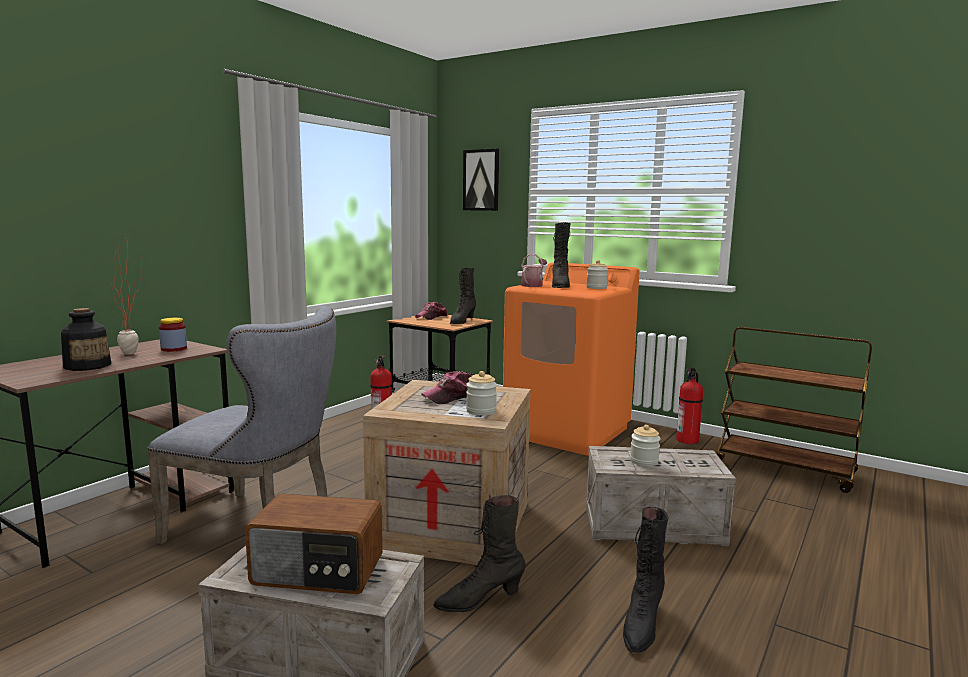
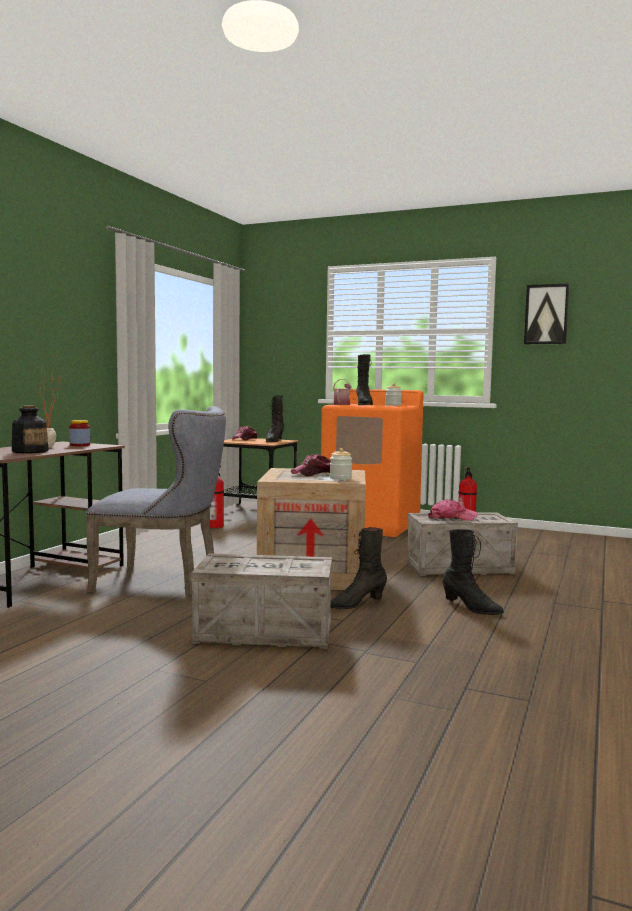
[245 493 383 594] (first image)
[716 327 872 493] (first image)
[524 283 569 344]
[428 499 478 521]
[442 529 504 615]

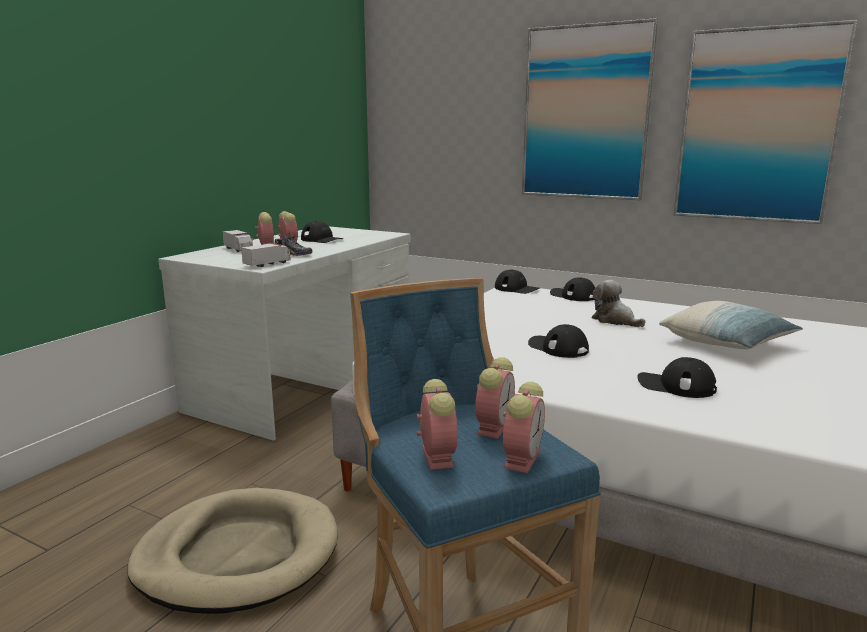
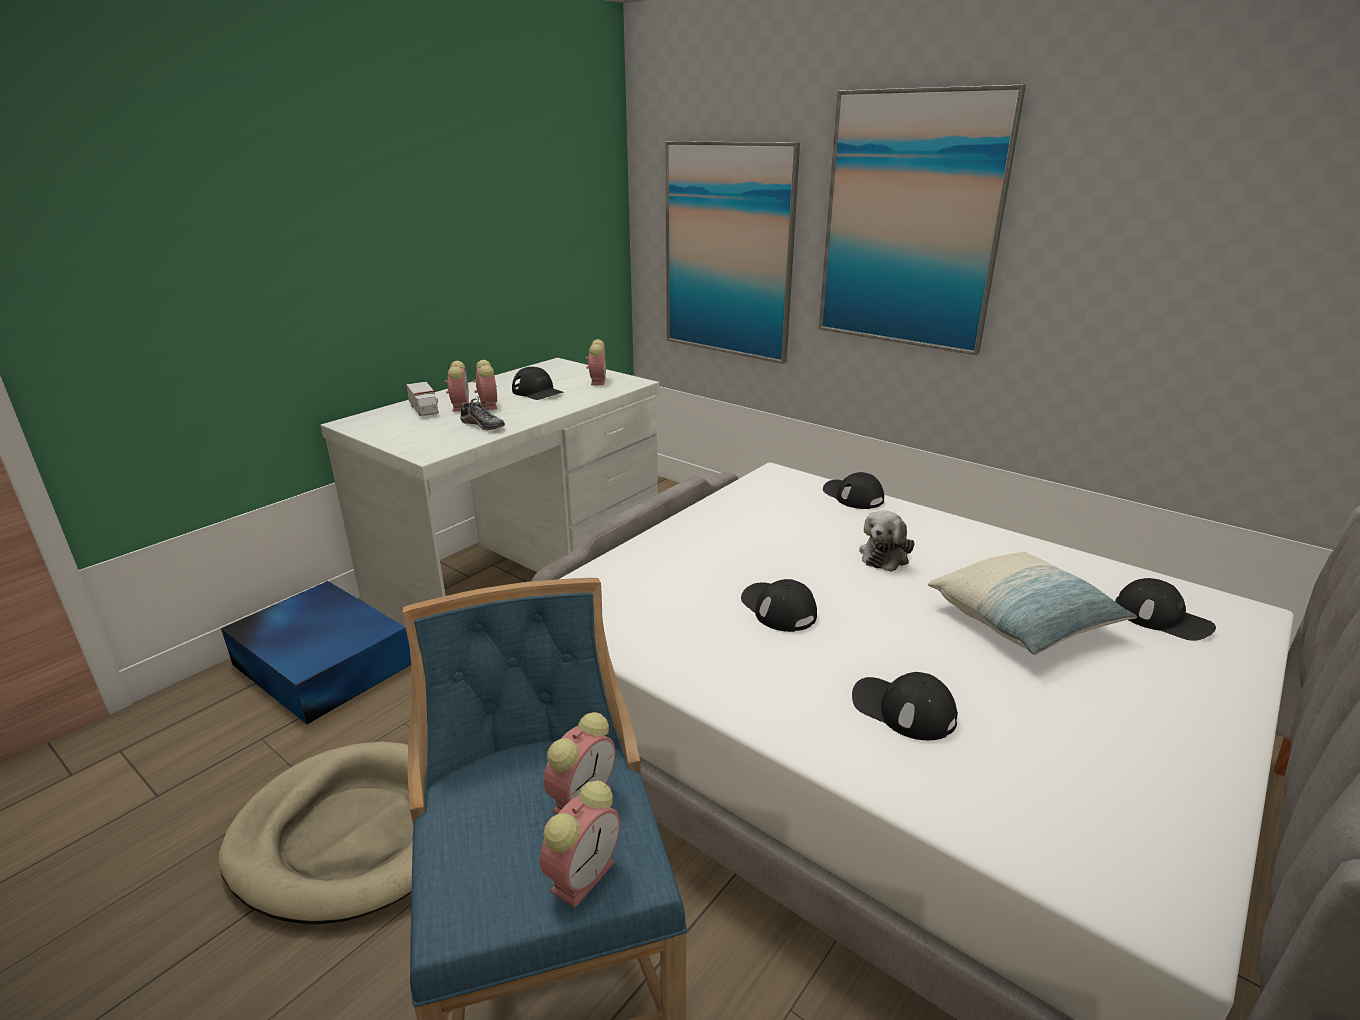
[241 243 291 267] (first image)
[221 581 411 724]
[586 339 606 385]
[1115 578 1216 641]
[665 141 800 364]
[859 511 914 572]

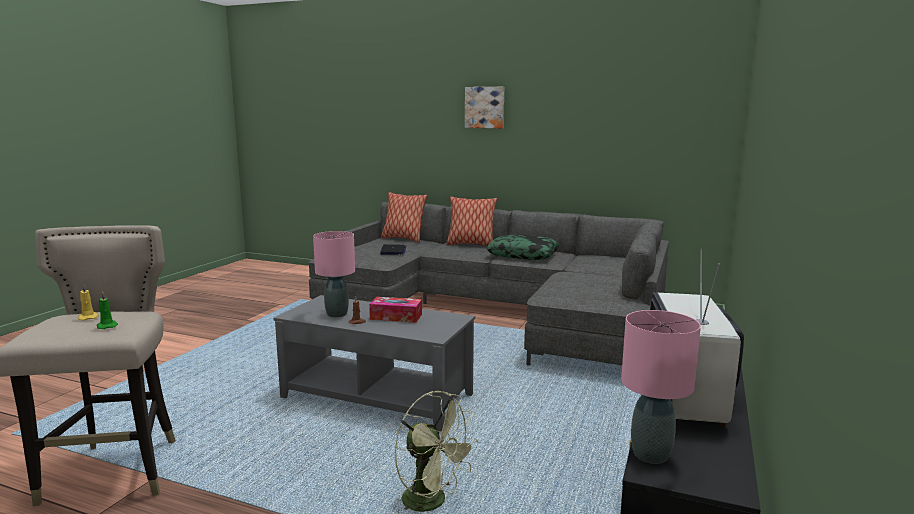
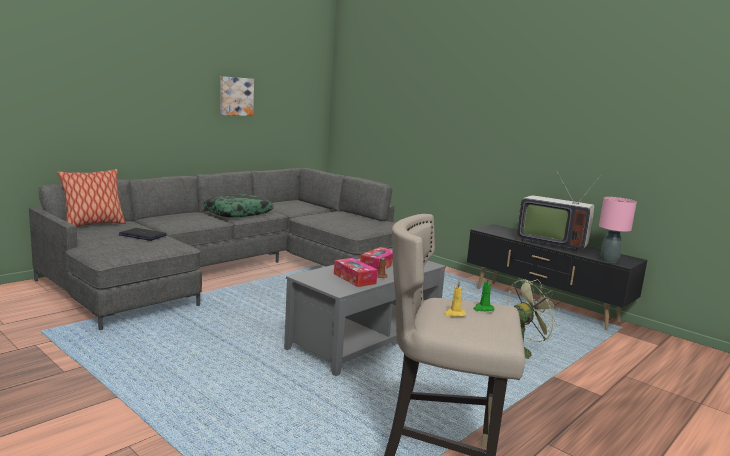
[446 197 497 246] (first image)
[220 76 254 116]
[334 258 378 287]

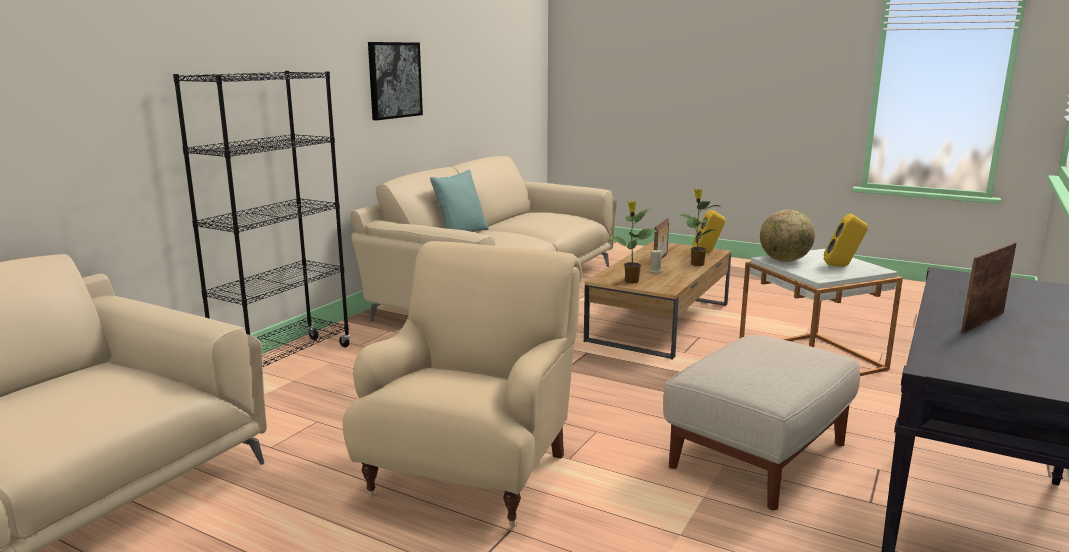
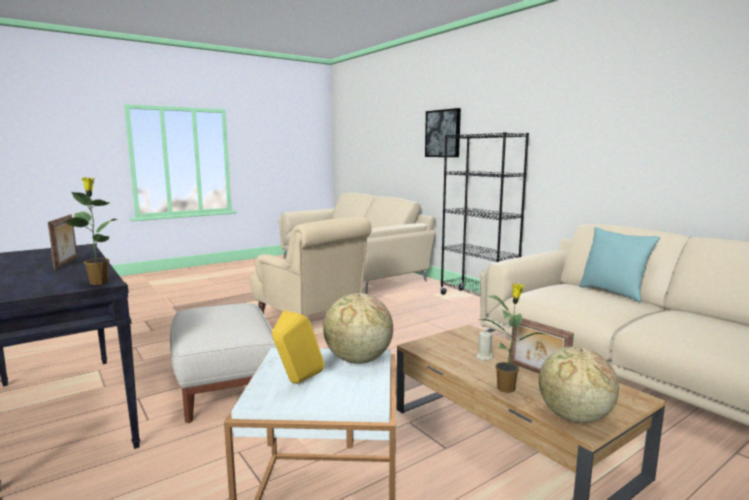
[425 108 461 157]
[62 177 118 285]
[539 347 619 423]

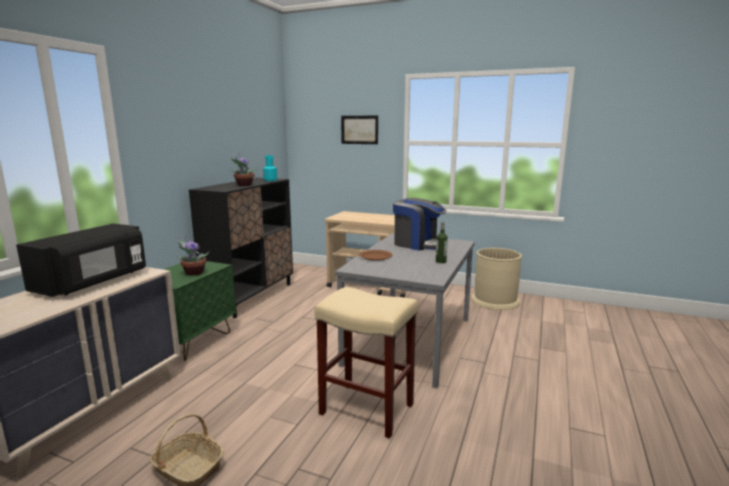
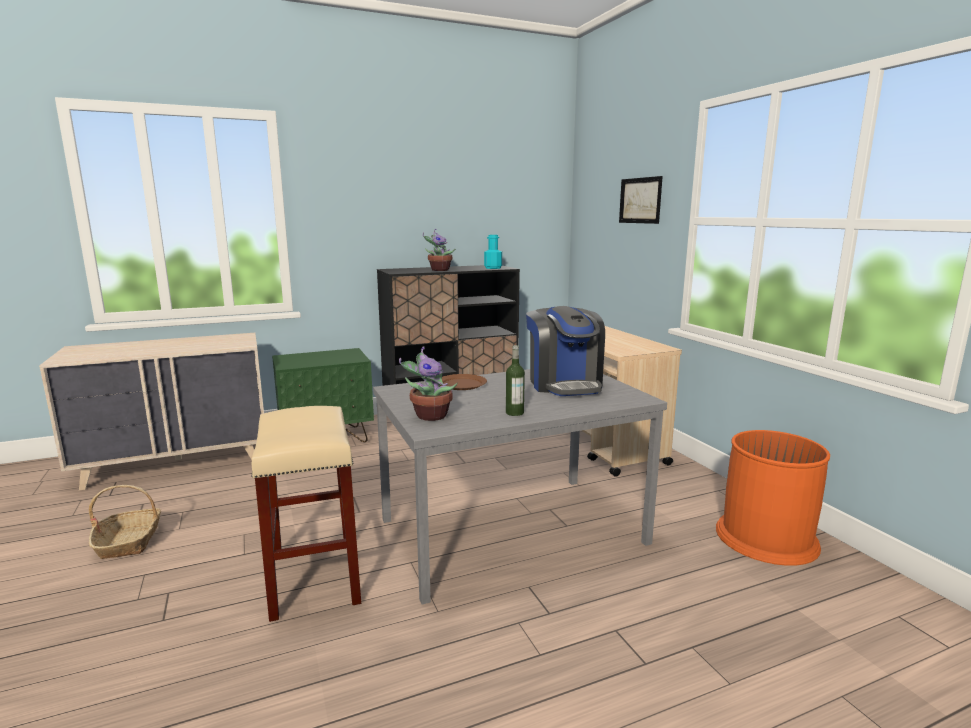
[16 223 146 297] (first image)
[399 346 458 421]
[716 430 830 566]

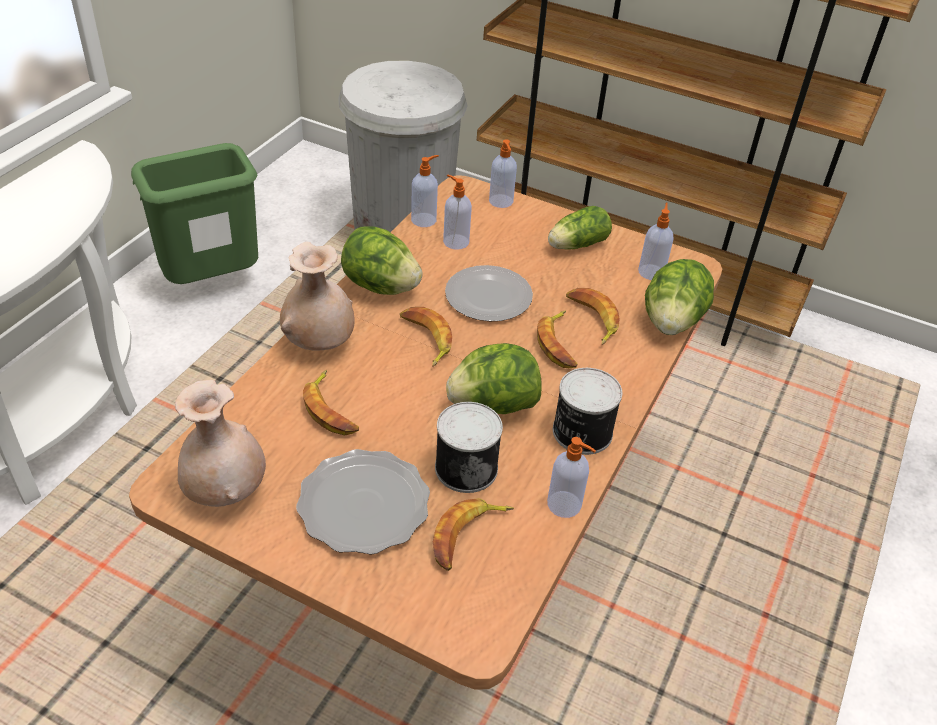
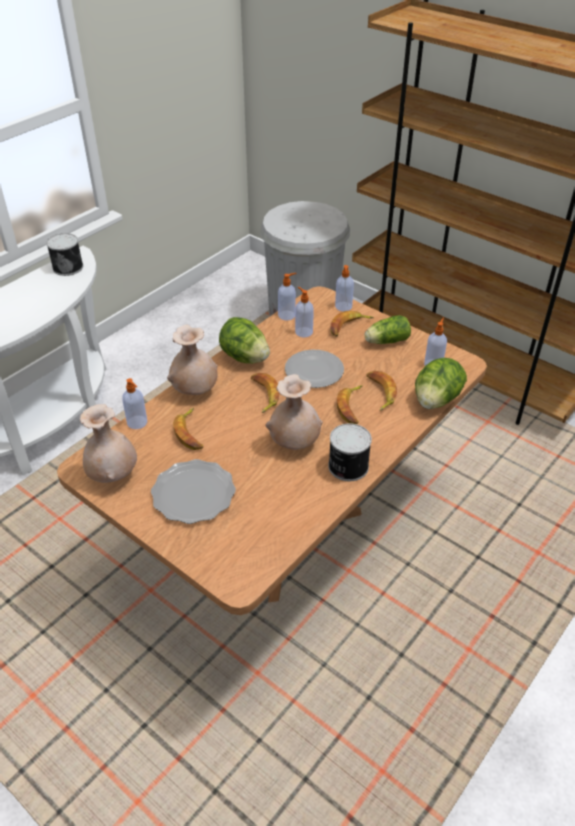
[131 143 258 284] (first image)
[331 311 374 337]
[46 233 83 276]
[122 378 147 429]
[265 374 323 450]

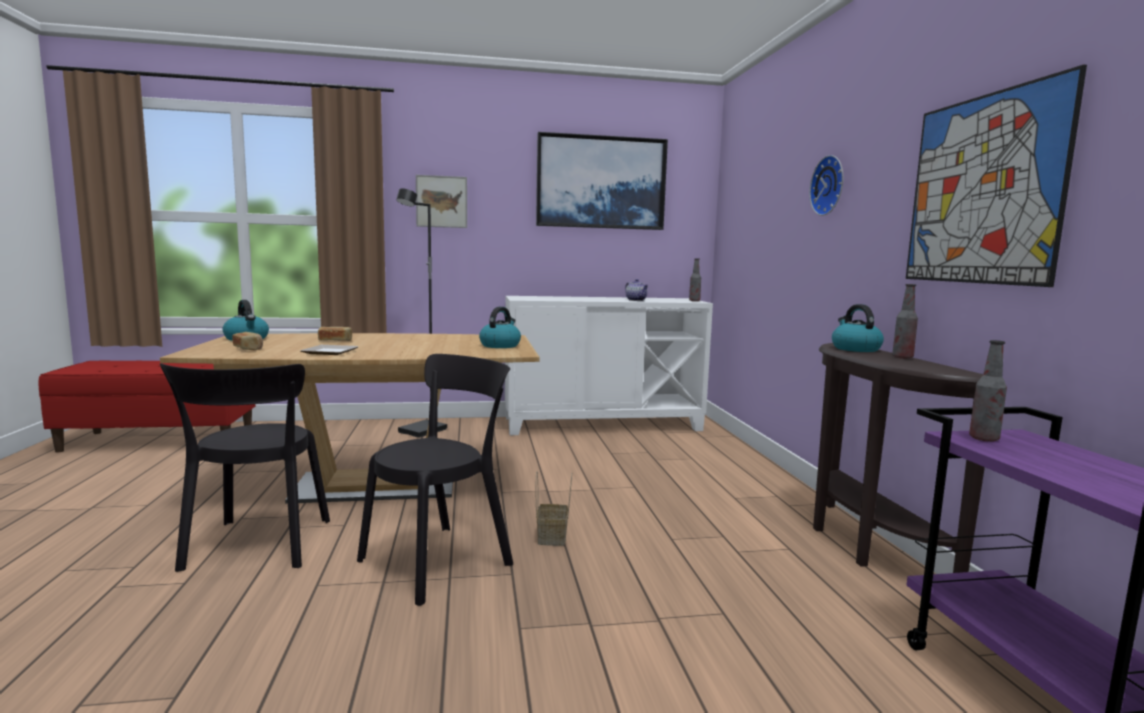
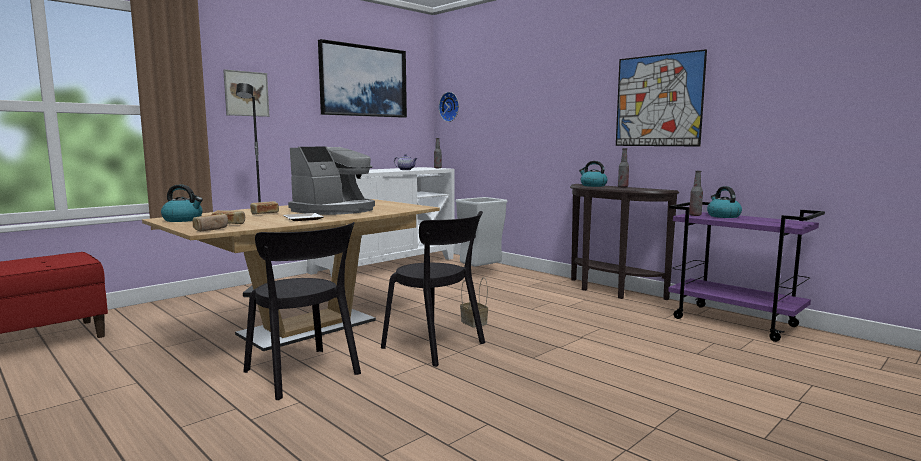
[193 214 228 231]
[288 147 375 215]
[455 197 508 267]
[707 186 742 218]
[439 92 459 122]
[381 211 485 367]

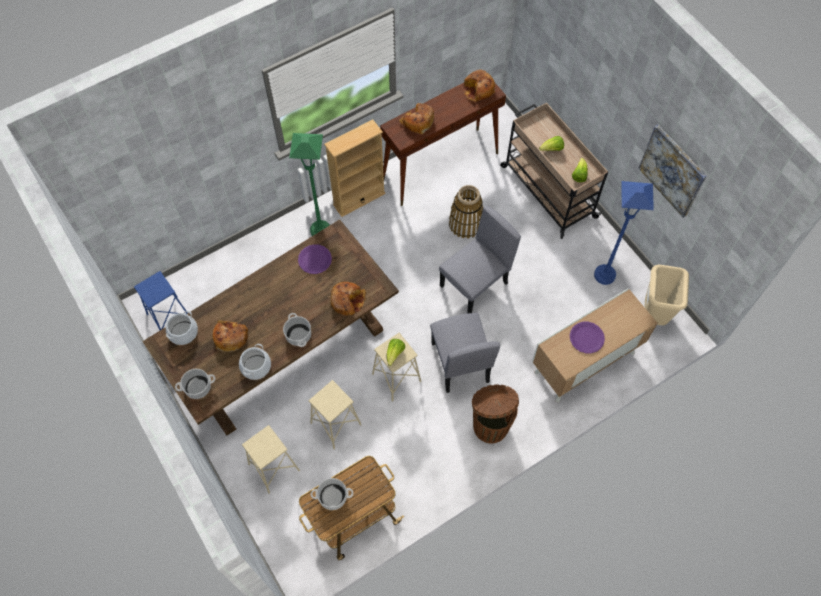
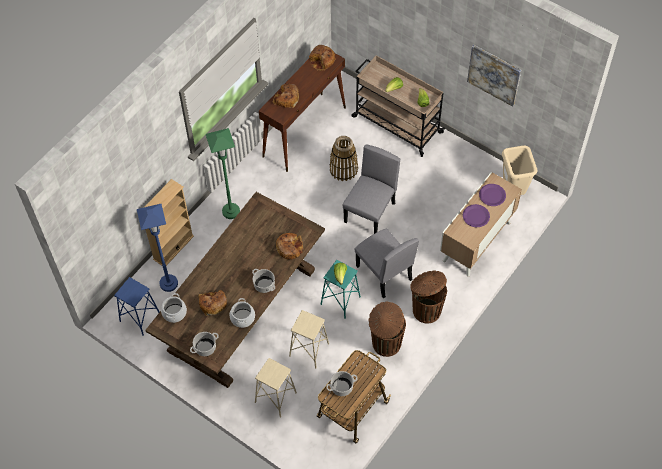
[369 302 406 357]
[479 184 506 206]
[144 179 194 266]
[137 204 178 292]
[321 260 361 319]

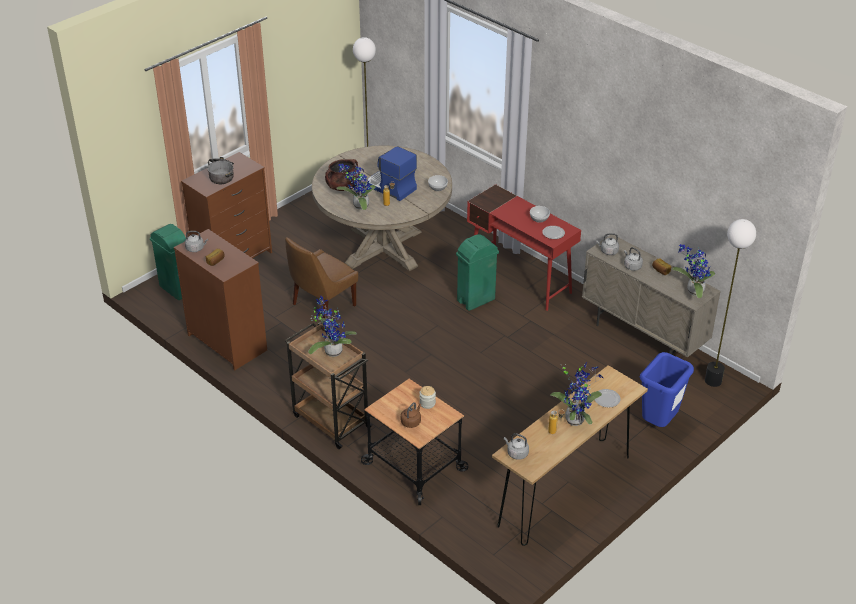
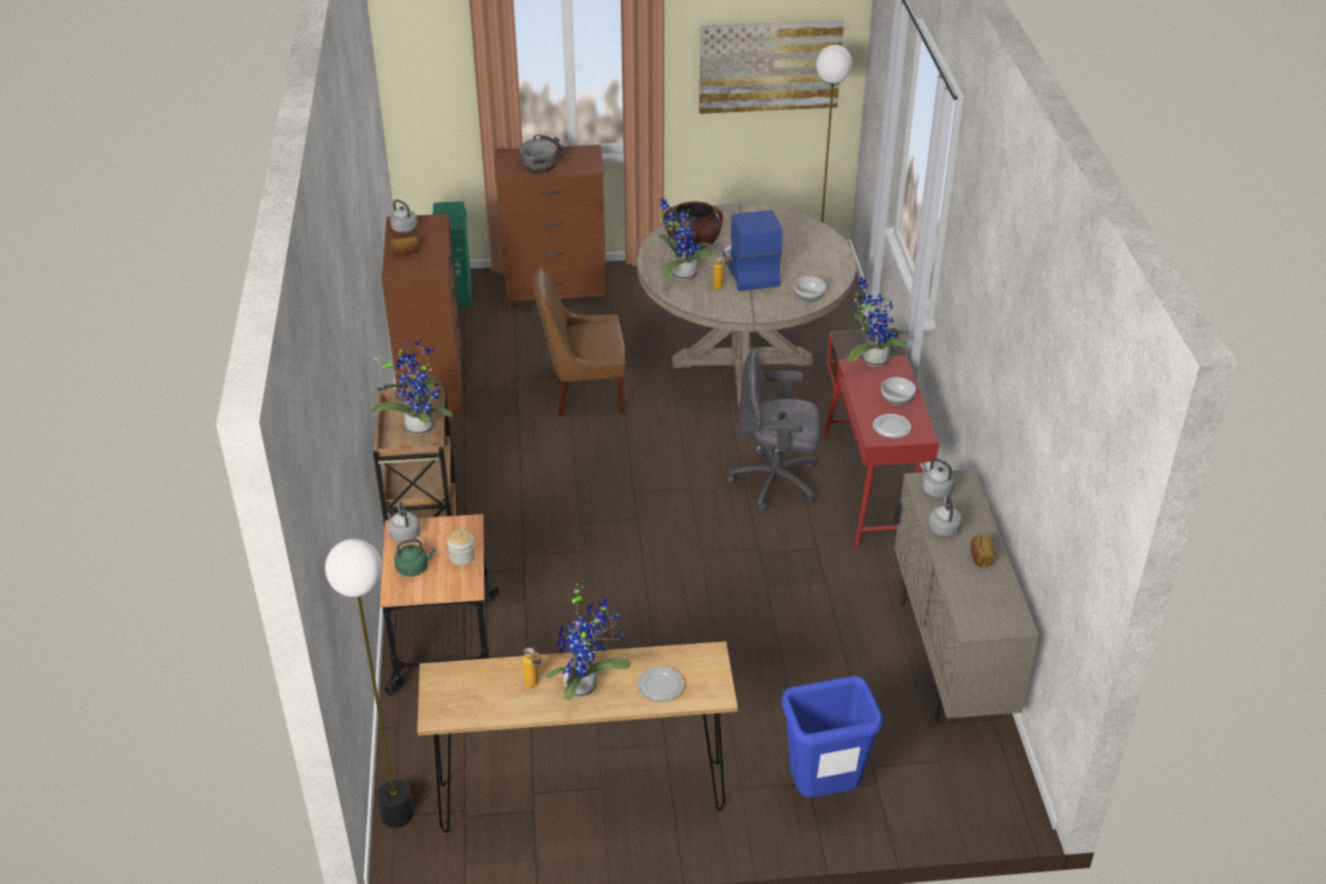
[699 20 844 114]
[388 502 420 542]
[847 277 909 367]
[325 539 414 828]
[728 350 820 513]
[394 539 436 576]

